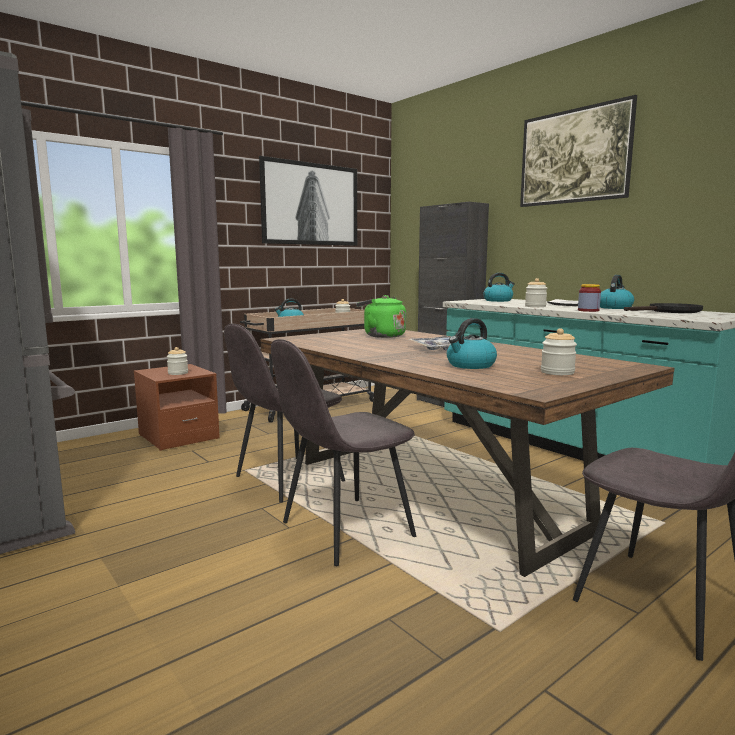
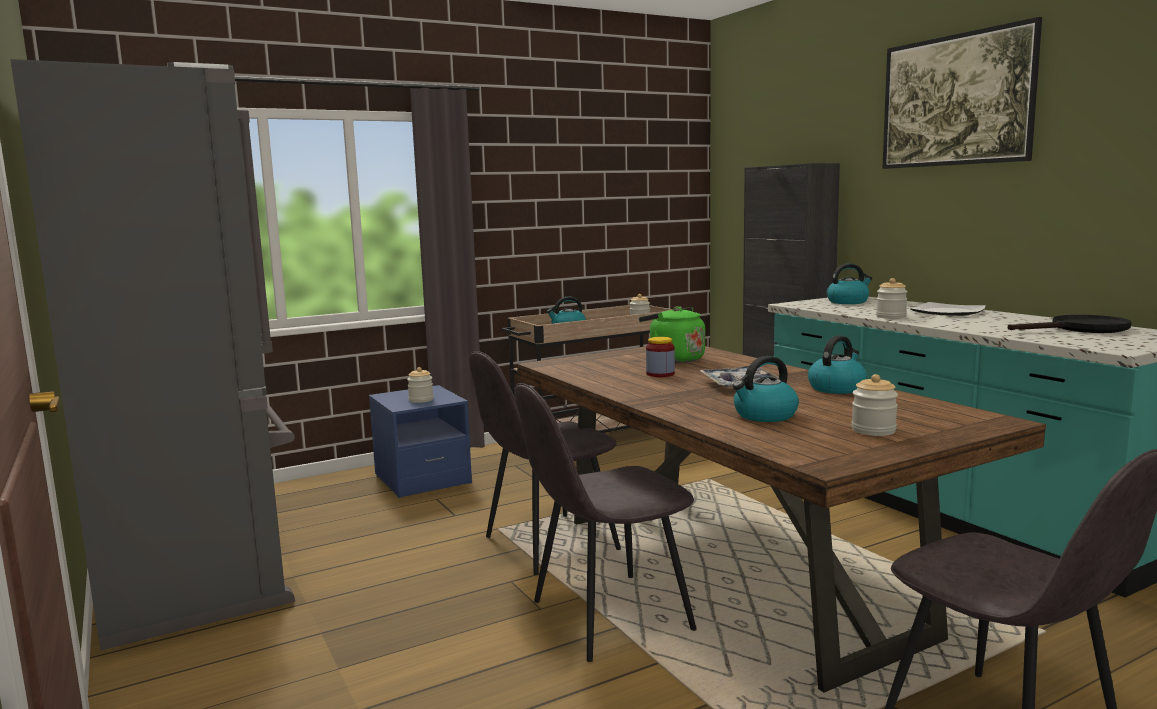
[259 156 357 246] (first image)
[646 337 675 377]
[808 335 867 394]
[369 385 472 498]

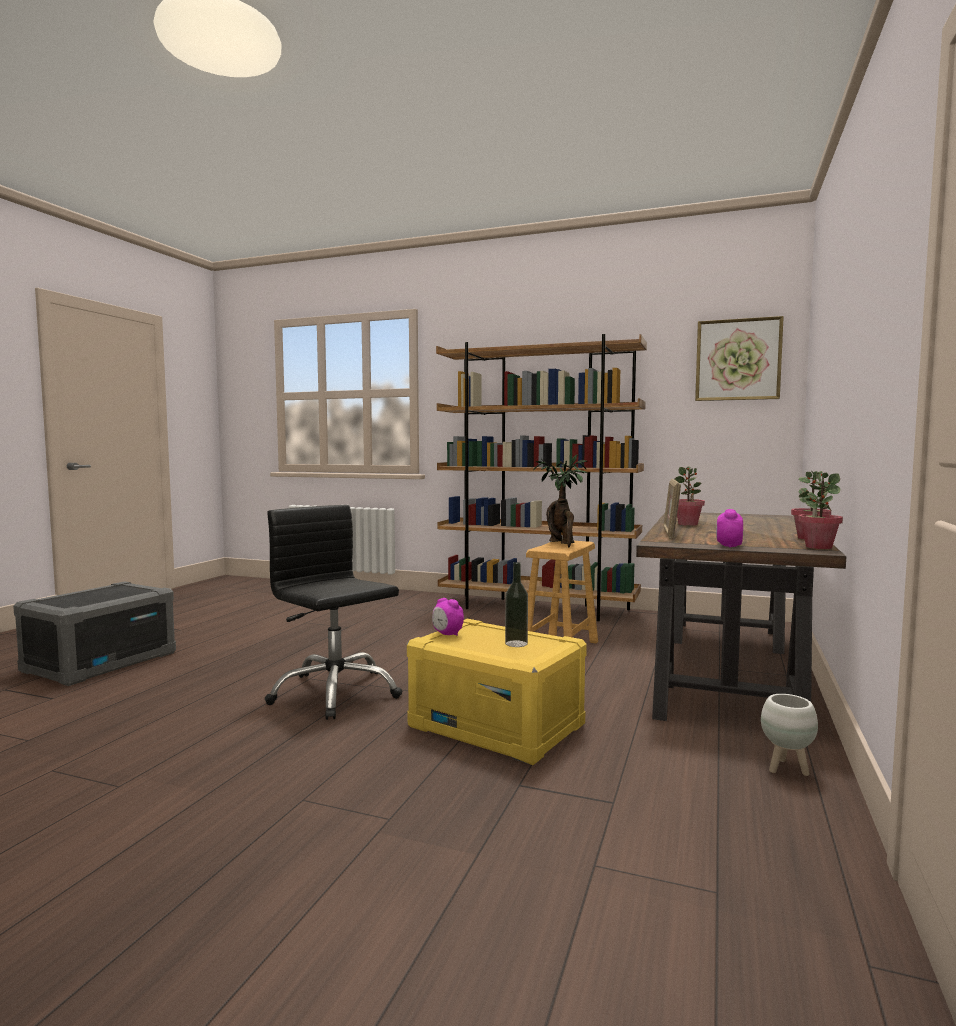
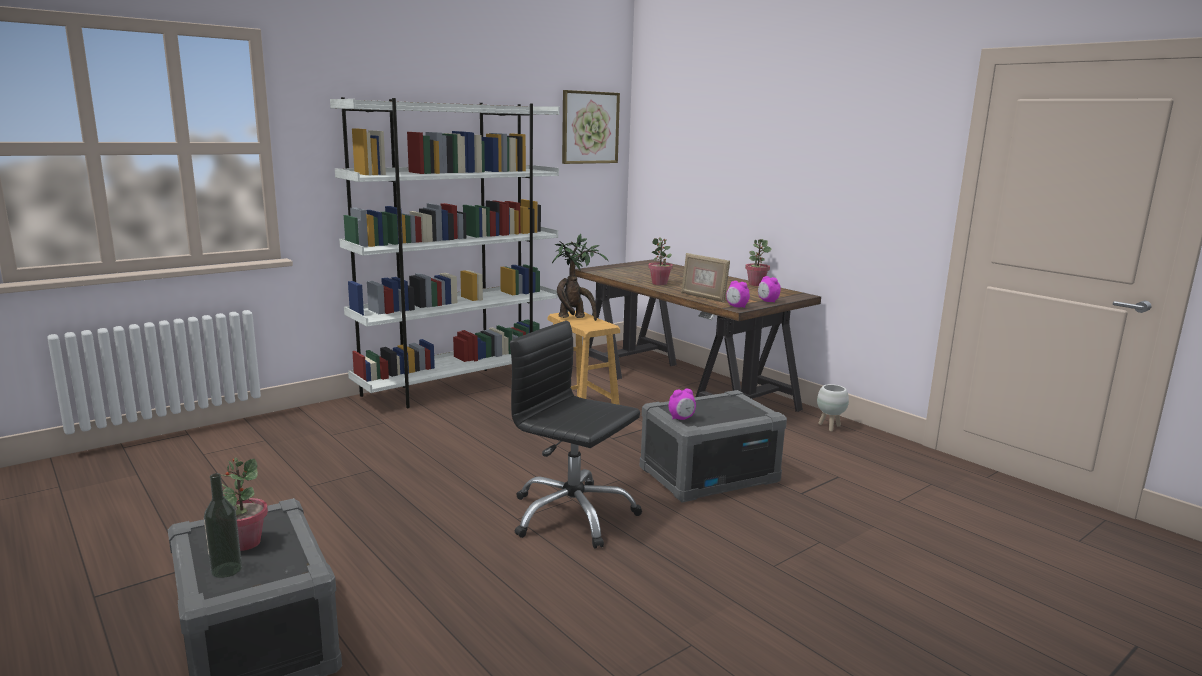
[726 281 750 308]
[204 473 242 578]
[222 457 268 551]
[639 390 787 503]
[330 97 560 408]
[510 321 642 549]

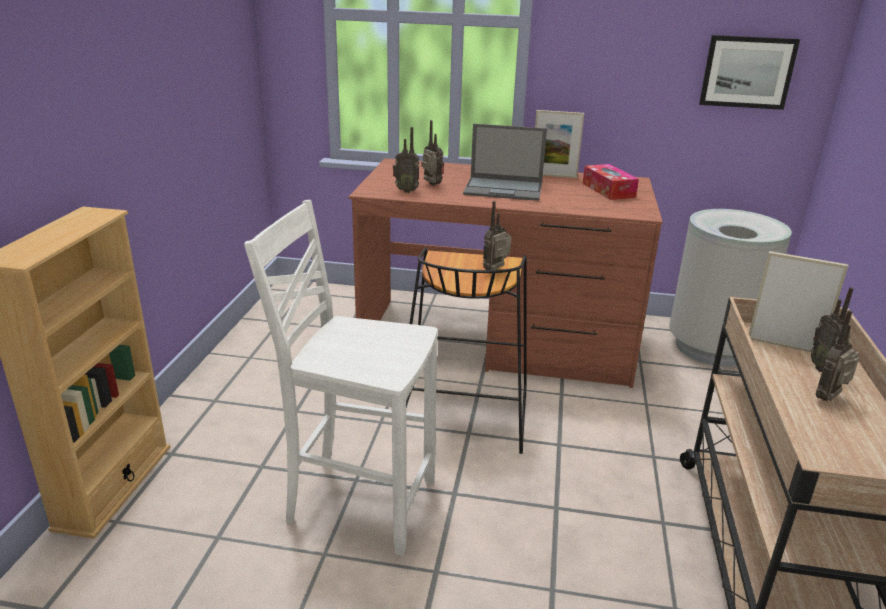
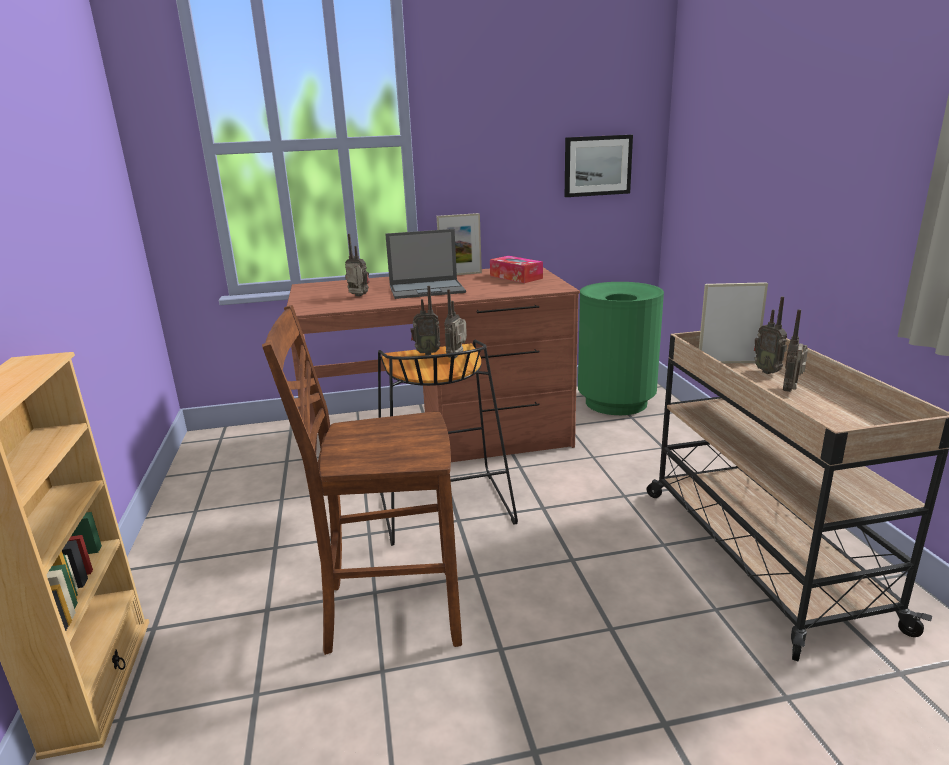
[410 286 440 355]
[262 305 462 655]
[578 282 664 415]

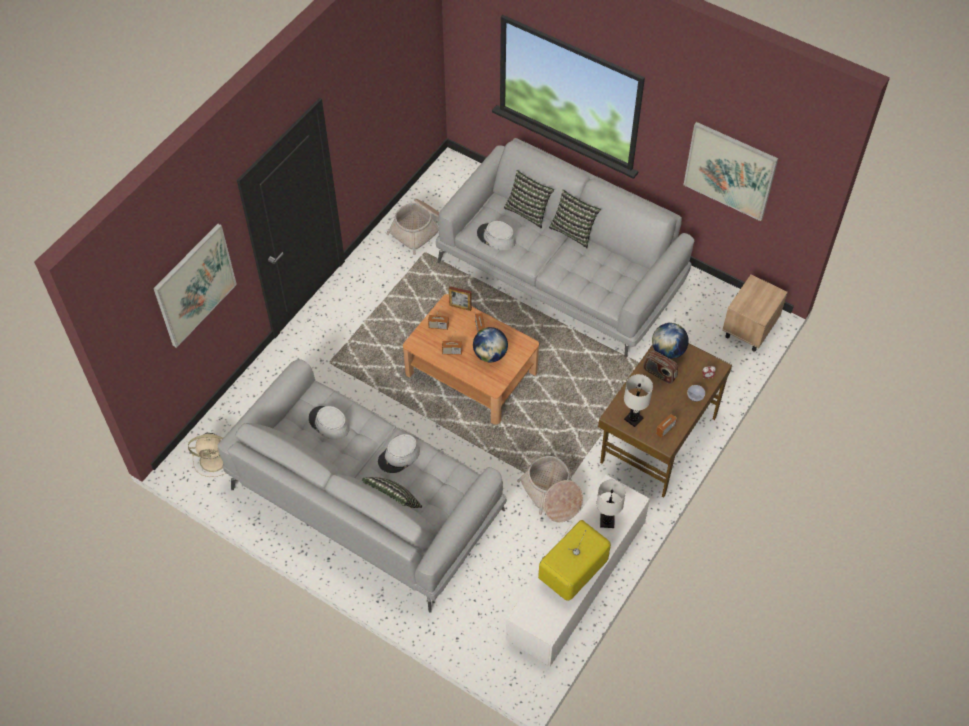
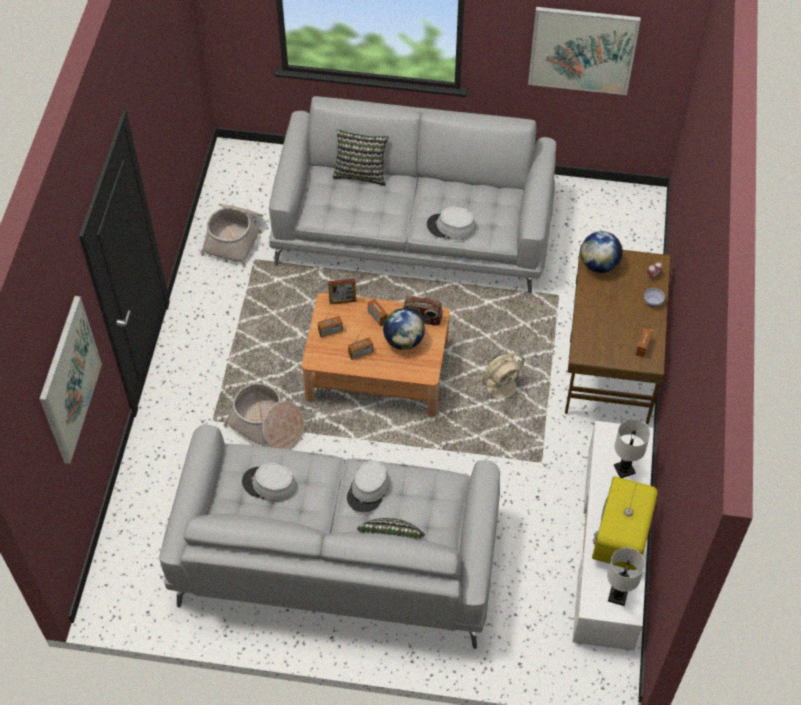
[549 190 601 248] (first image)
[722 275 788 352] (first image)
[476 353 524 406]
[427 206 476 240]
[224 383 304 450]
[607 547 645 606]
[403 296 443 326]

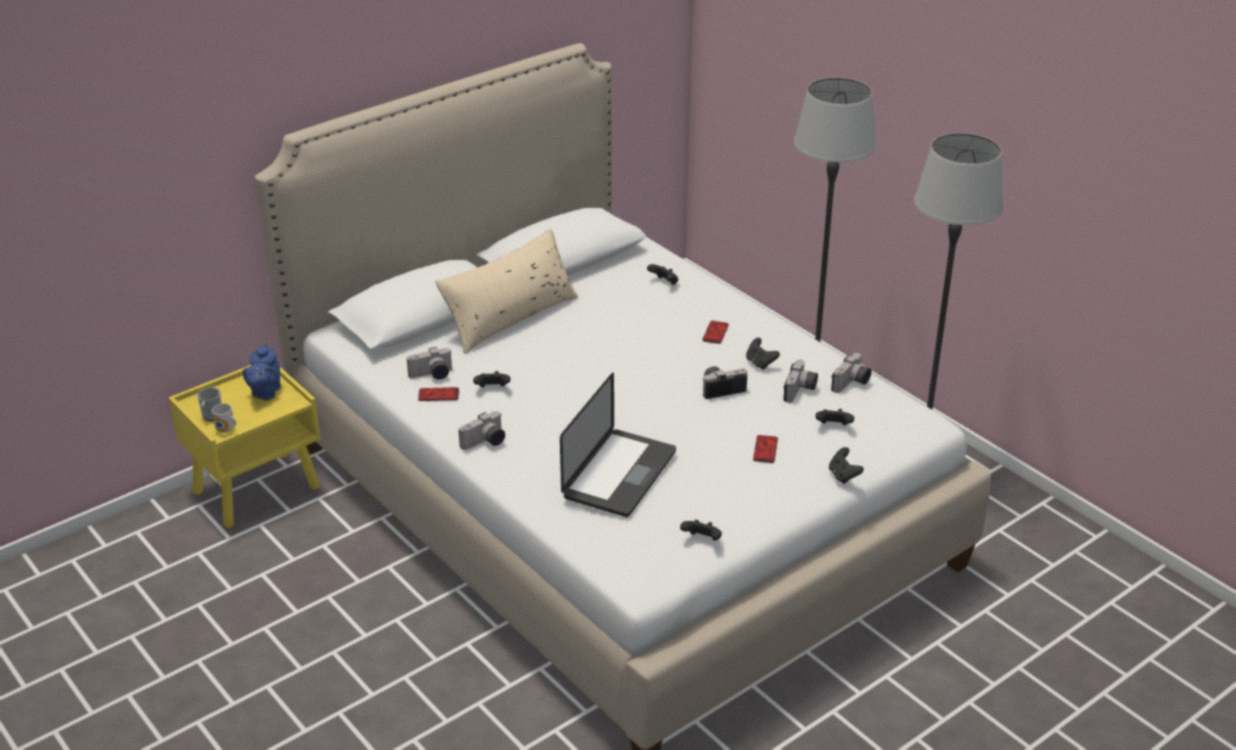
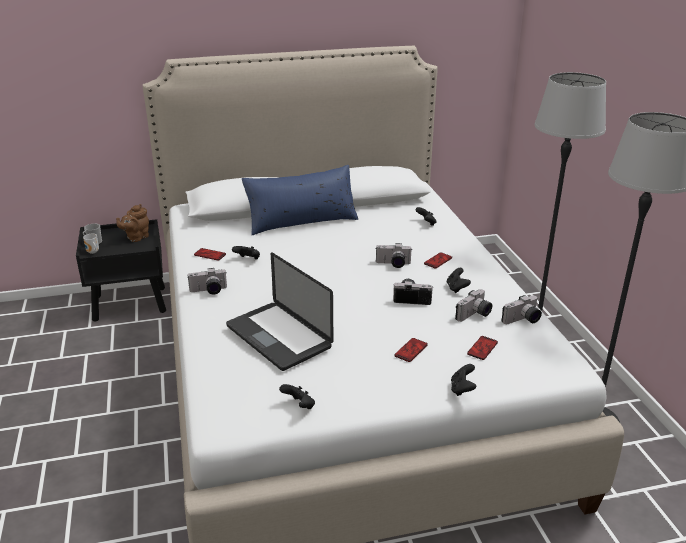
[376 243 412 268]
[467 336 498 360]
[76 219 166 322]
[116 204 149 242]
[242 165 358 235]
[226 253 333 371]

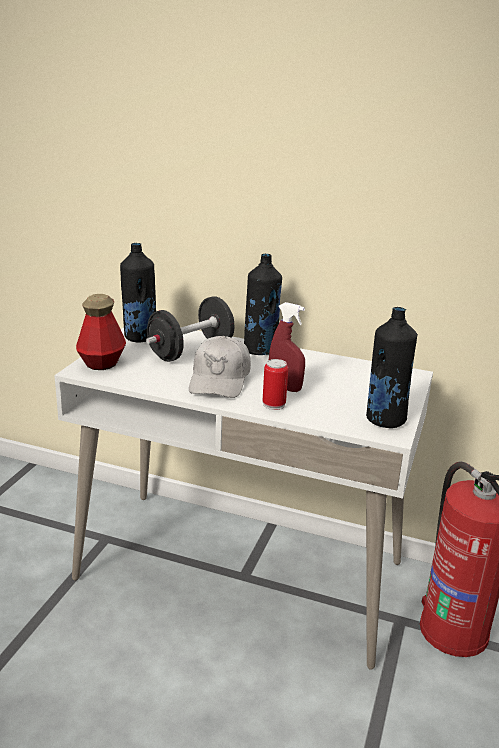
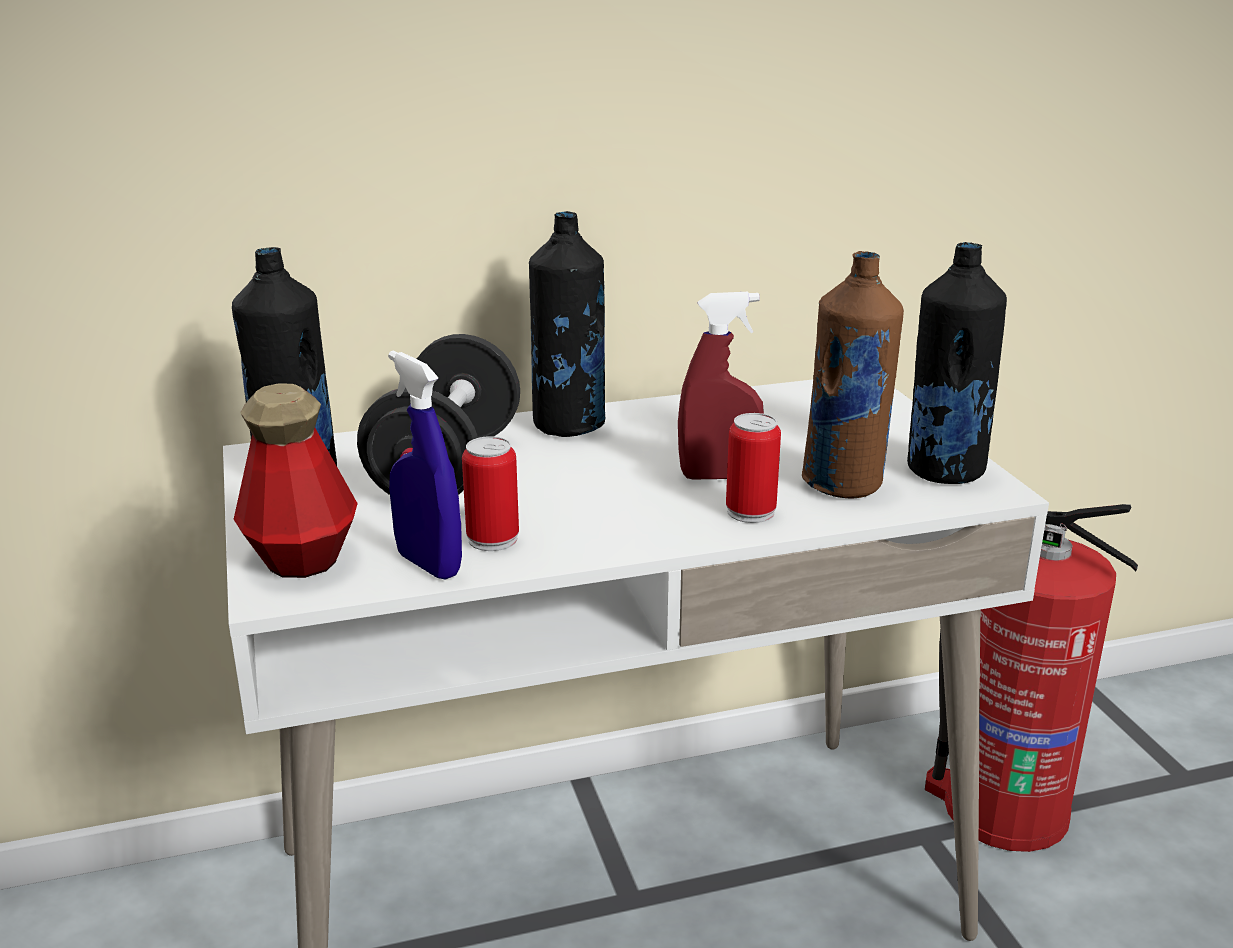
[189 336 251 398] (first image)
[388 351 462 580]
[462 436 519 551]
[802 251 904 498]

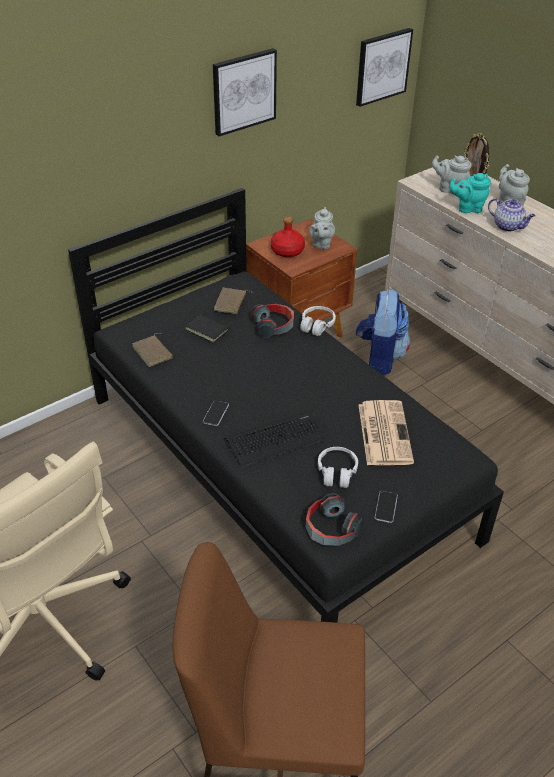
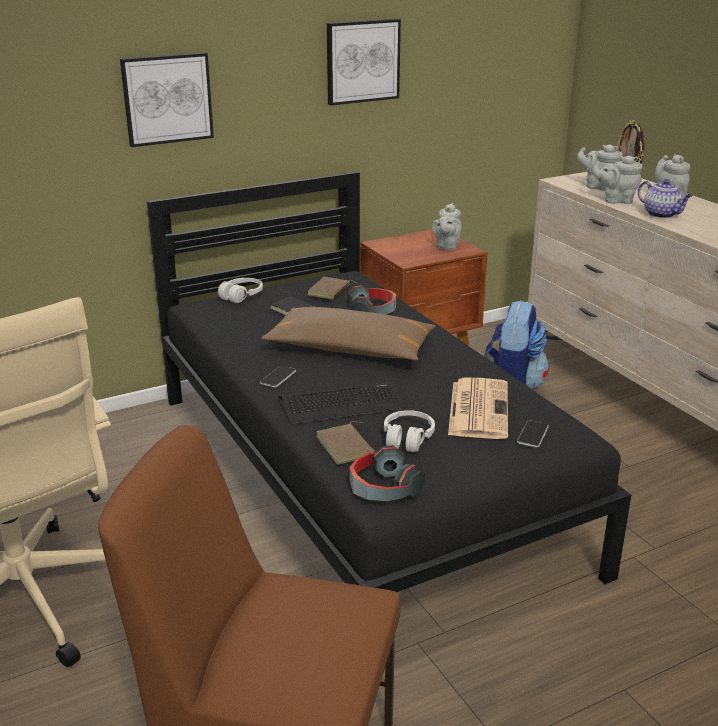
[271 217 305 257] (first image)
[261 307 436 360]
[317 421 375 465]
[218 278 263 303]
[120 52 214 147]
[517 420 549 448]
[592 156 642 204]

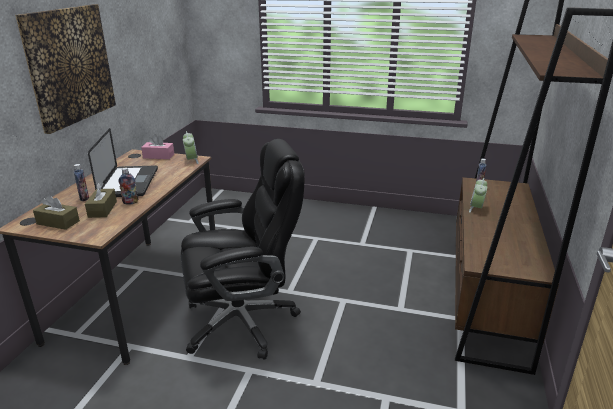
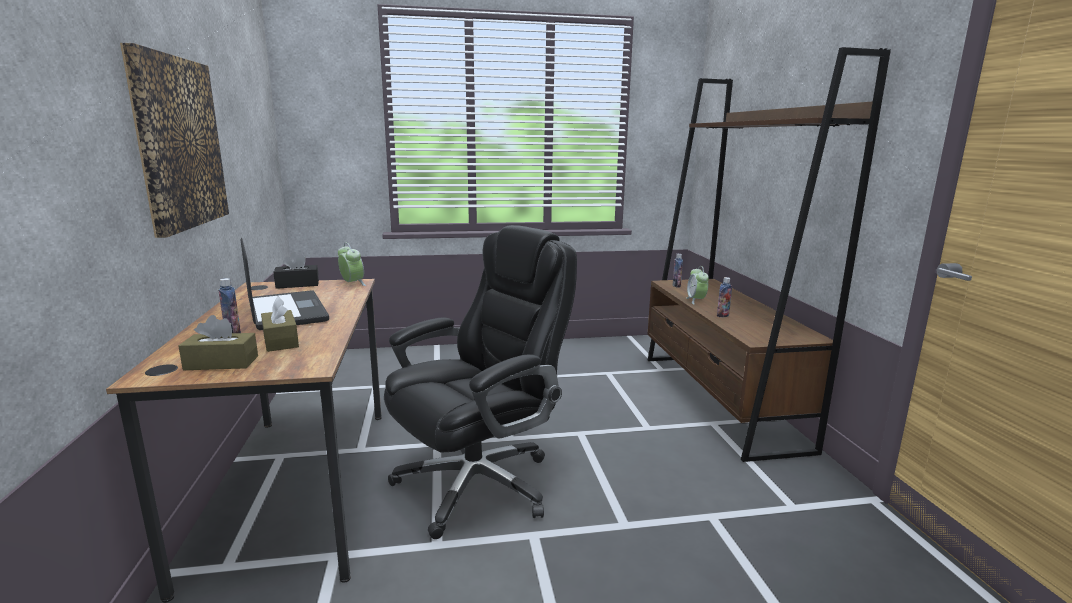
[717 277 732 317]
[274 252 319 289]

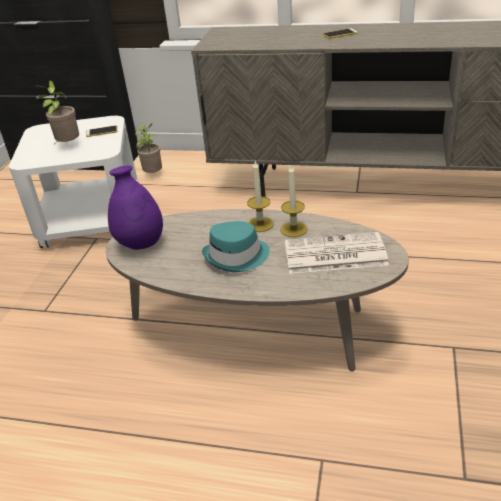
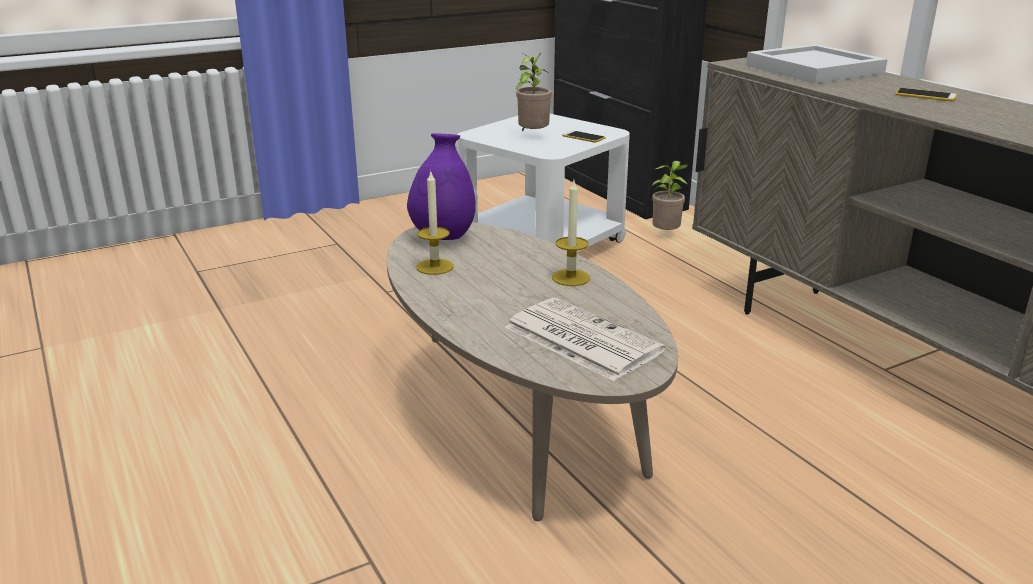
[202 221 270 272] (first image)
[746 44 888 83]
[416 172 454 275]

